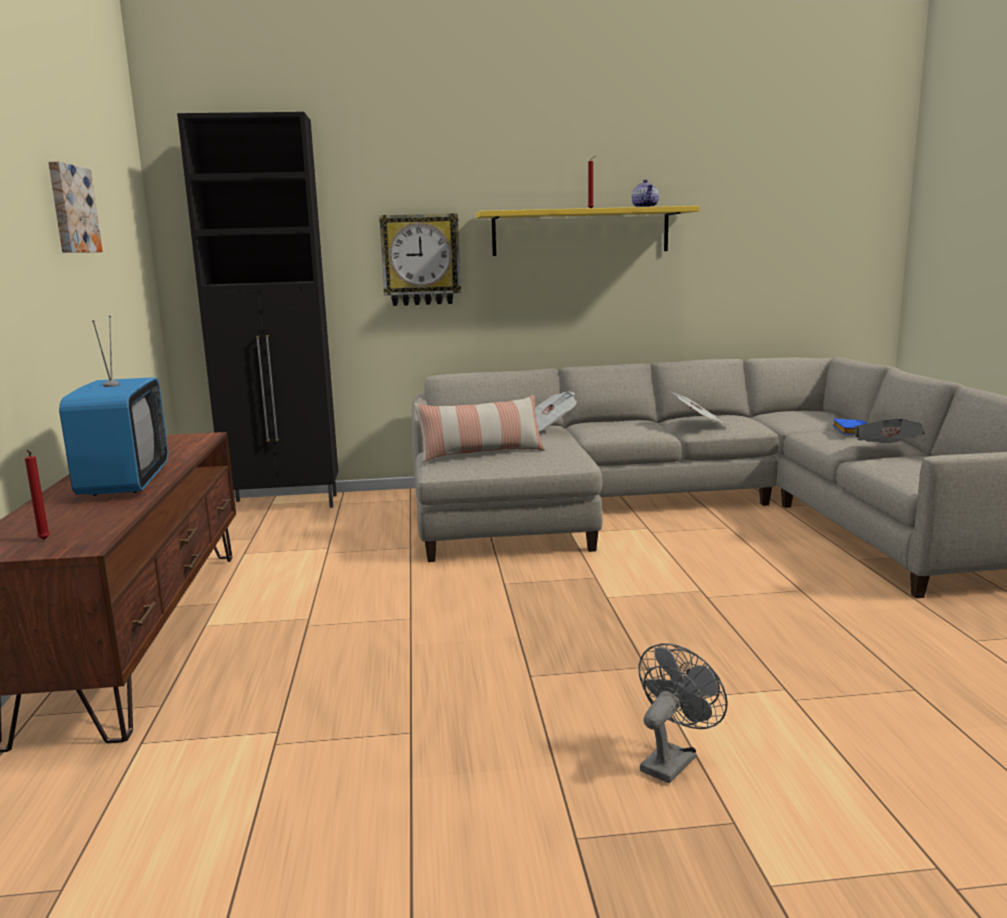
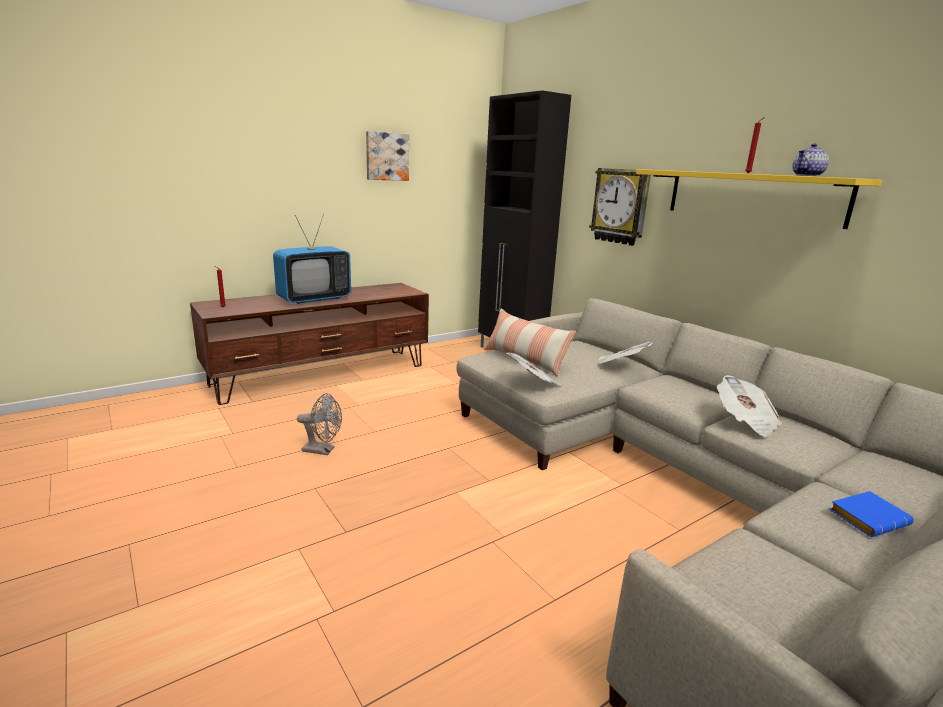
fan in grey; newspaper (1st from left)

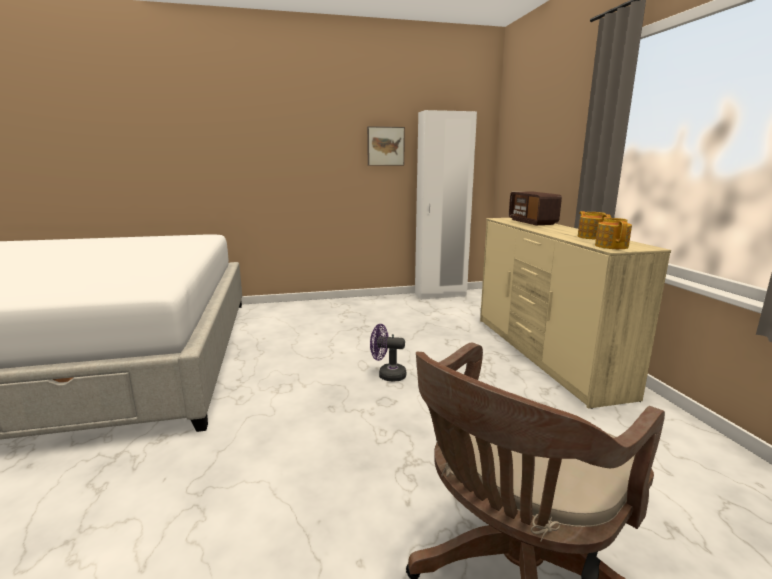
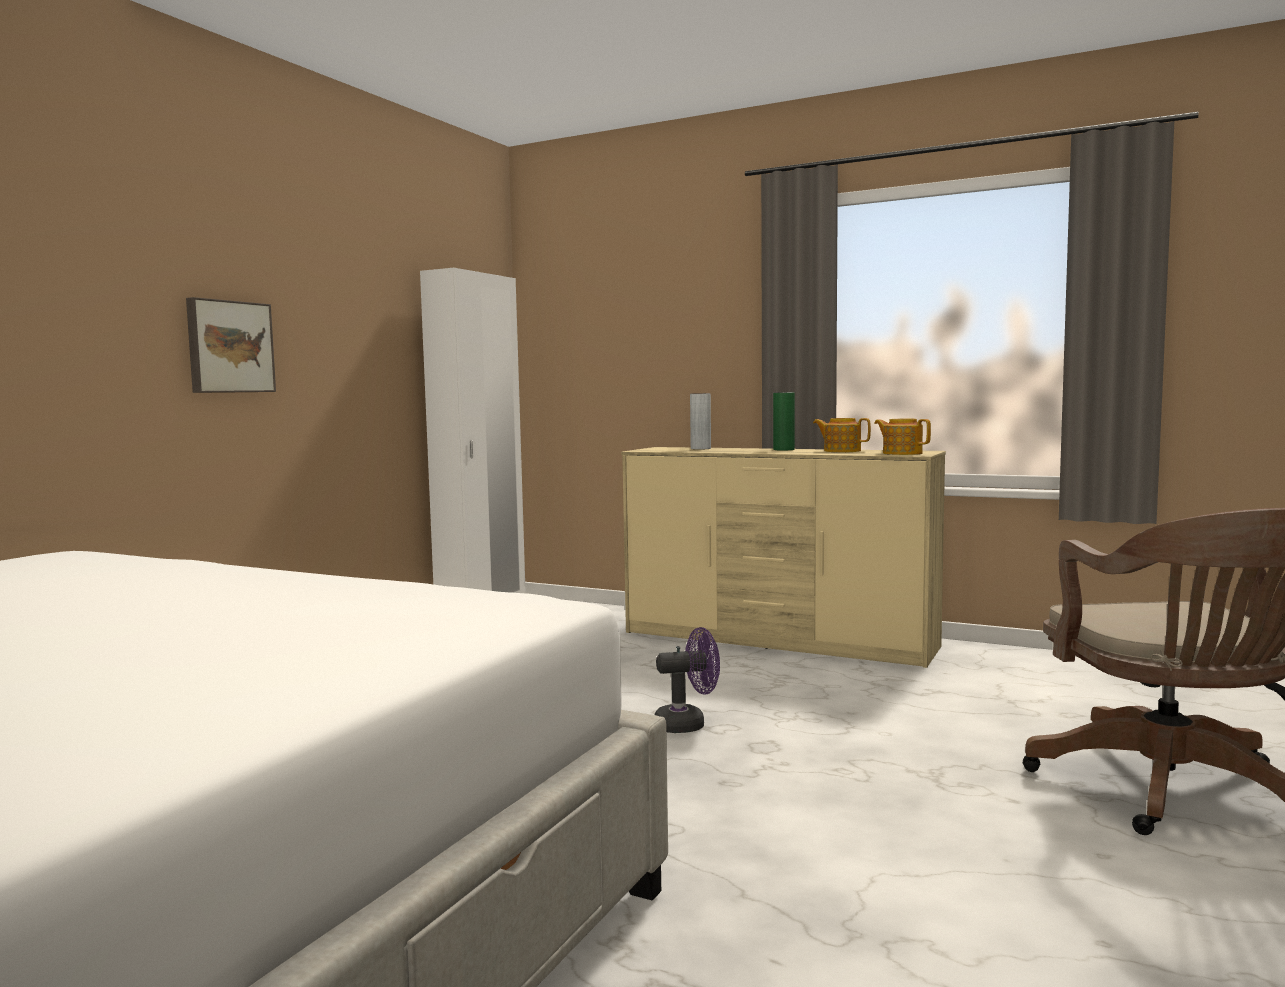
picture; fan in purple; vase in grey; vase in green

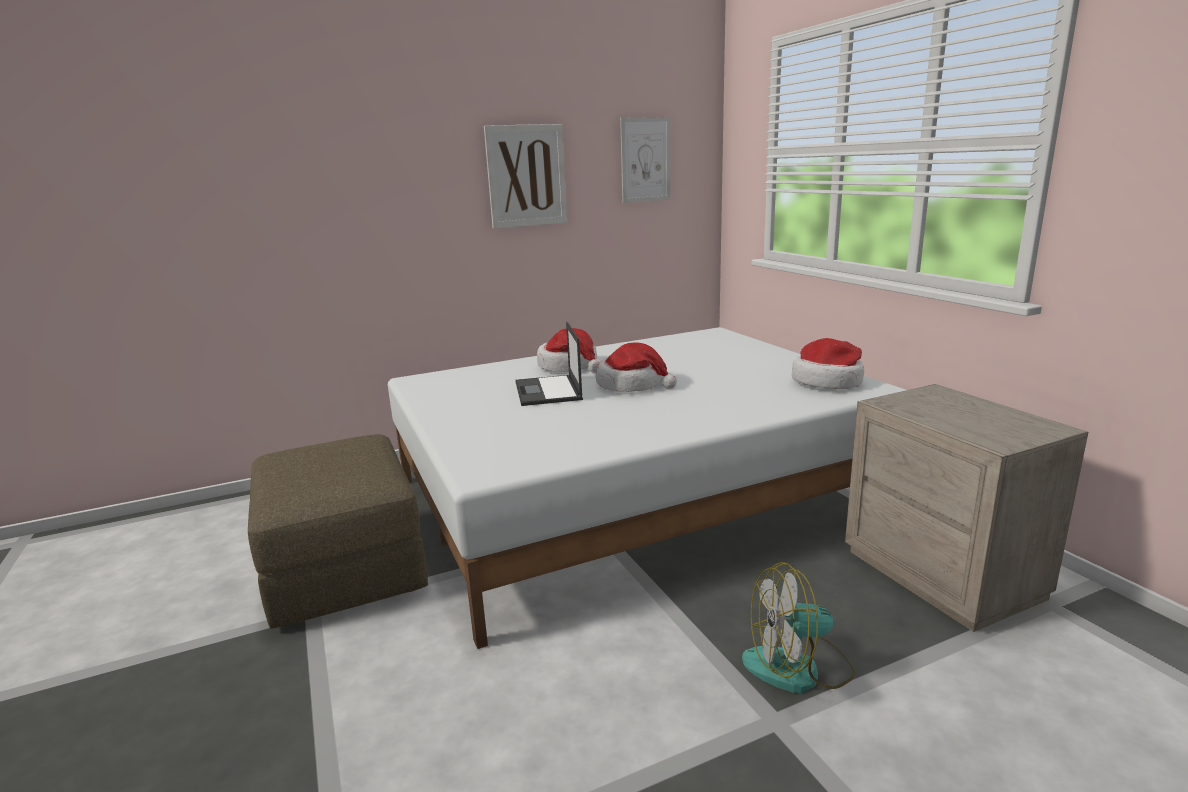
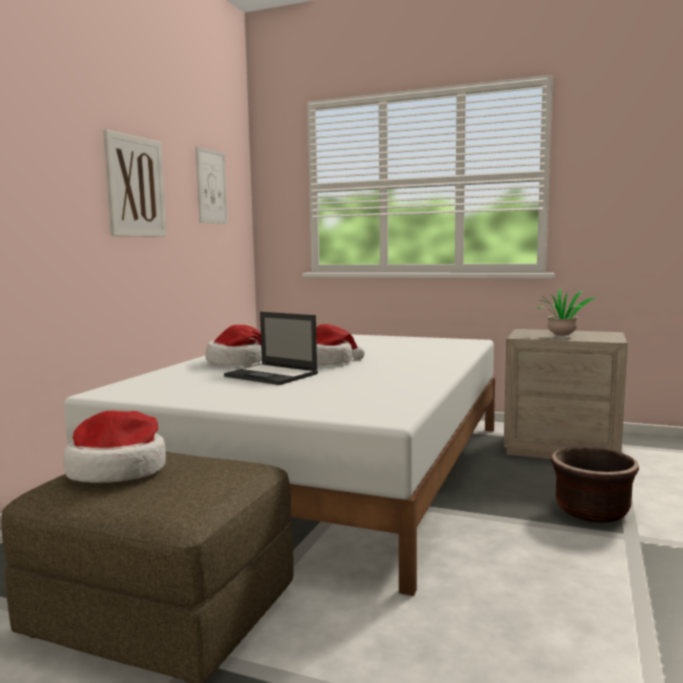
planter in brown; hat (1st from left); potted plant

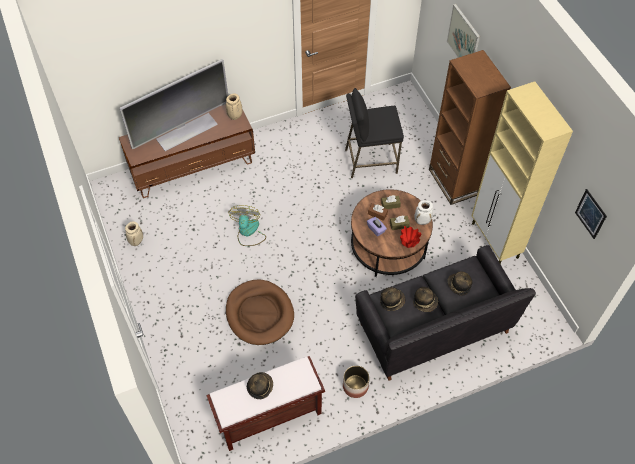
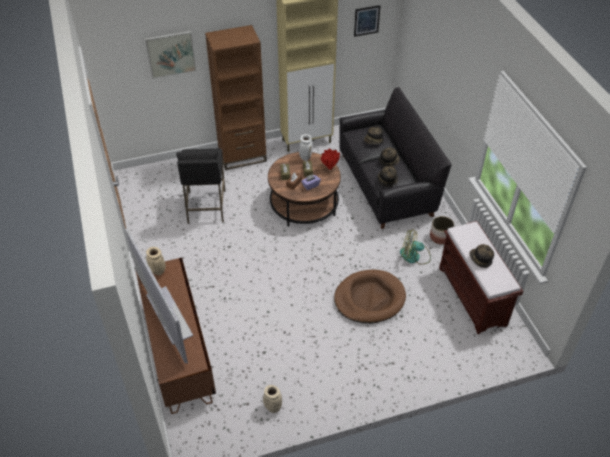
fan

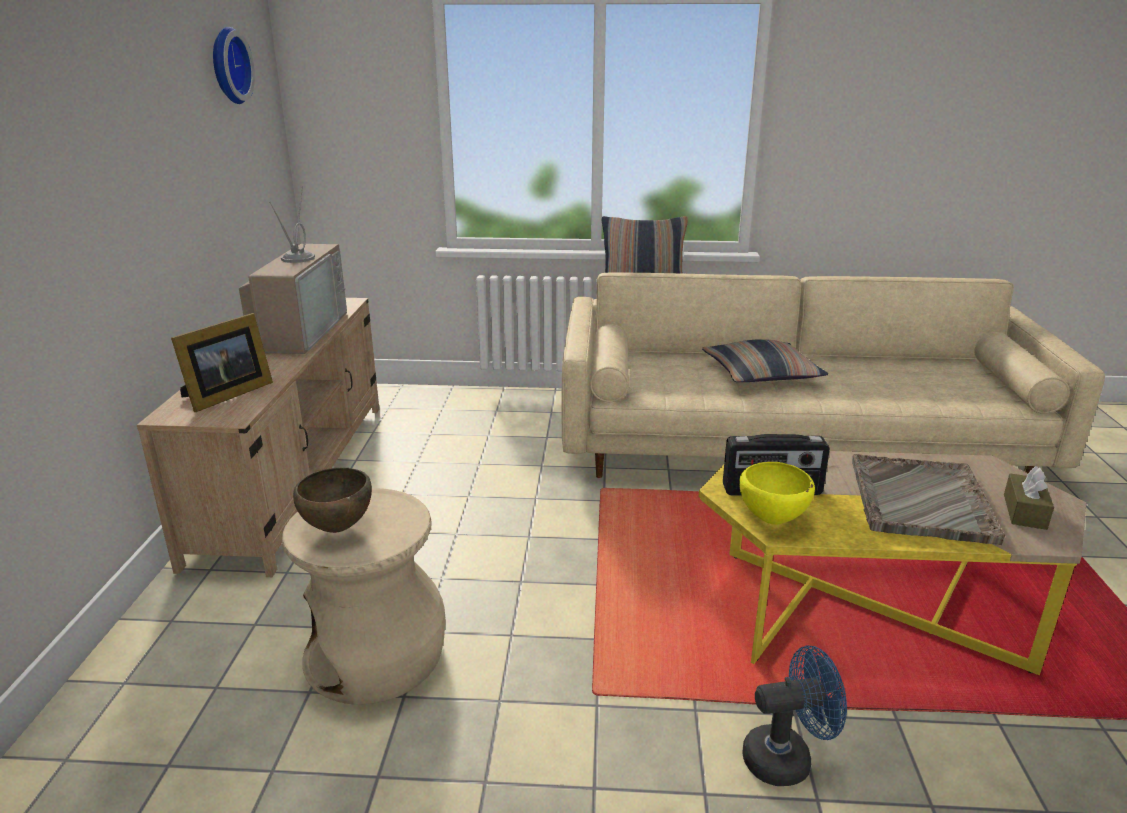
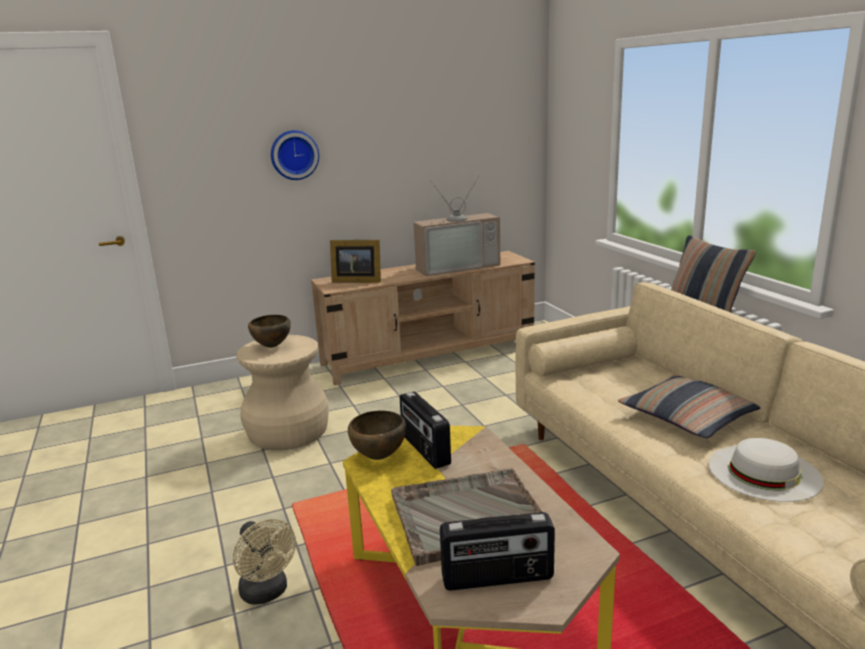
wall clock; bowl in brown (2nd from left); fan in beige; radio (2nd from left); hat in white

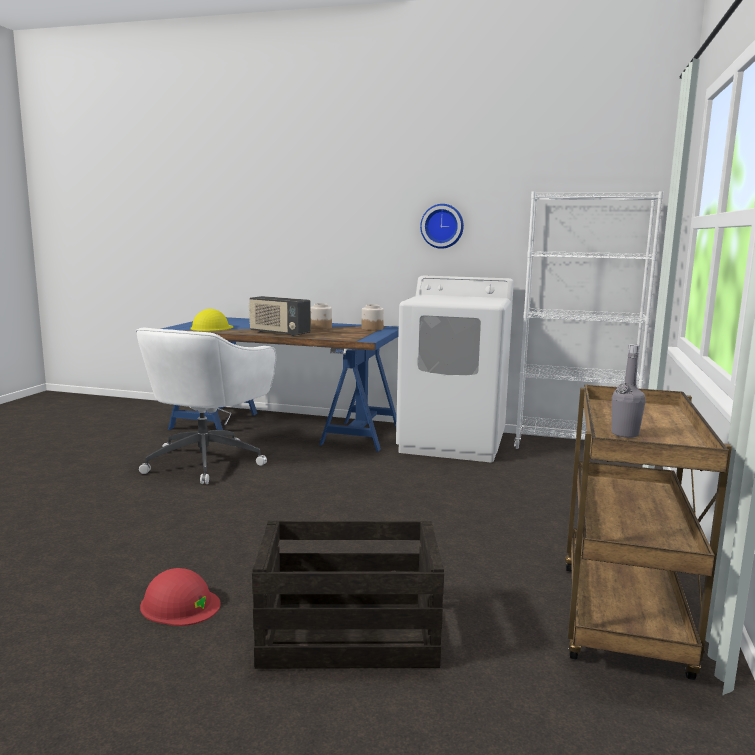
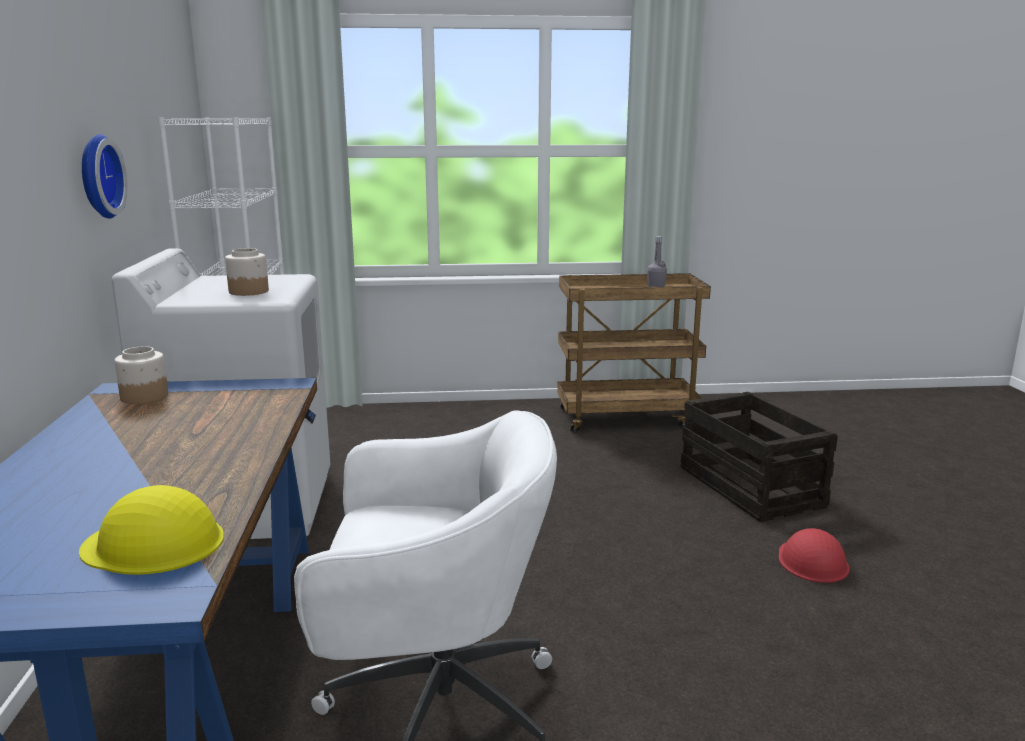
radio; jar (2nd from left)

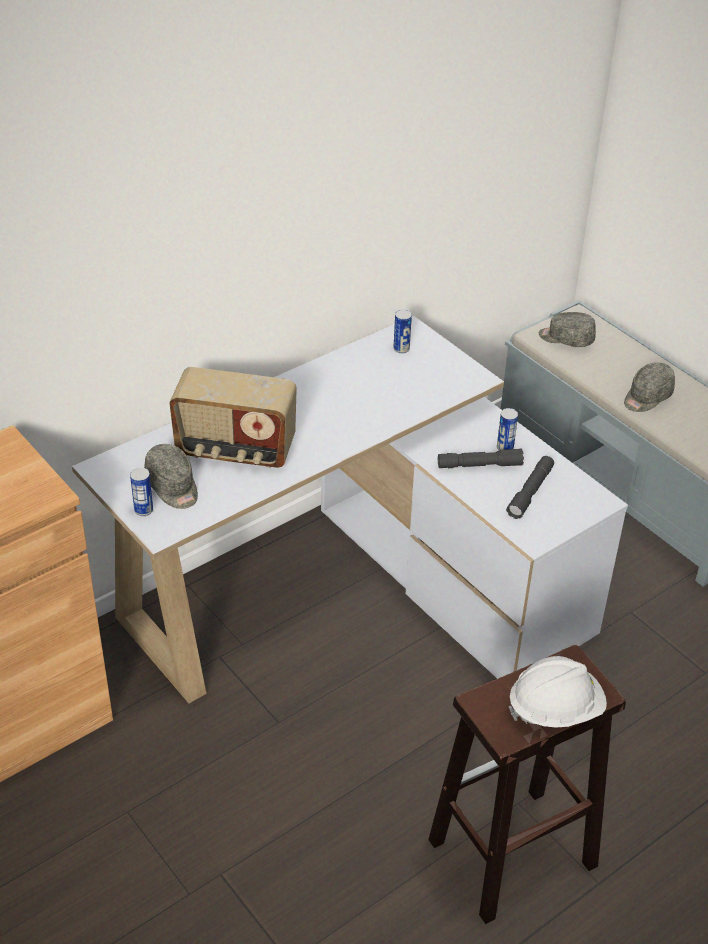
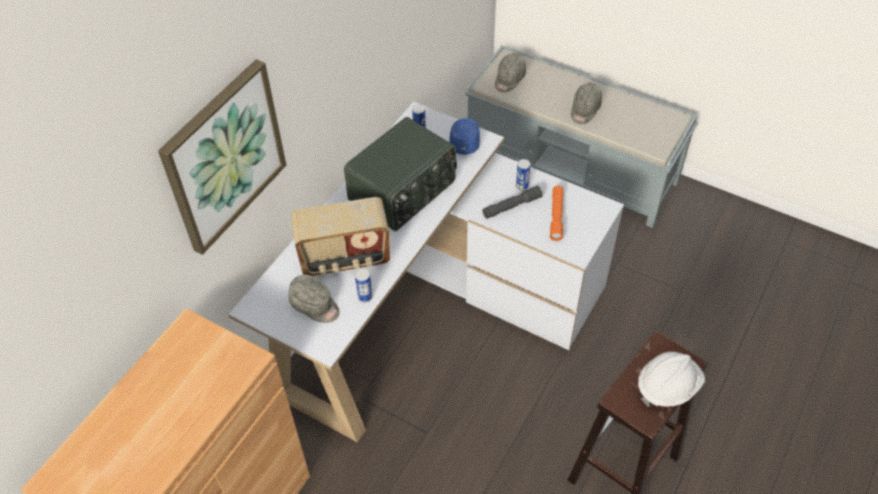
can (1st from left); flashlight in orange; cap in grey (2nd from left); picture; radio (2nd from left); cap in blue

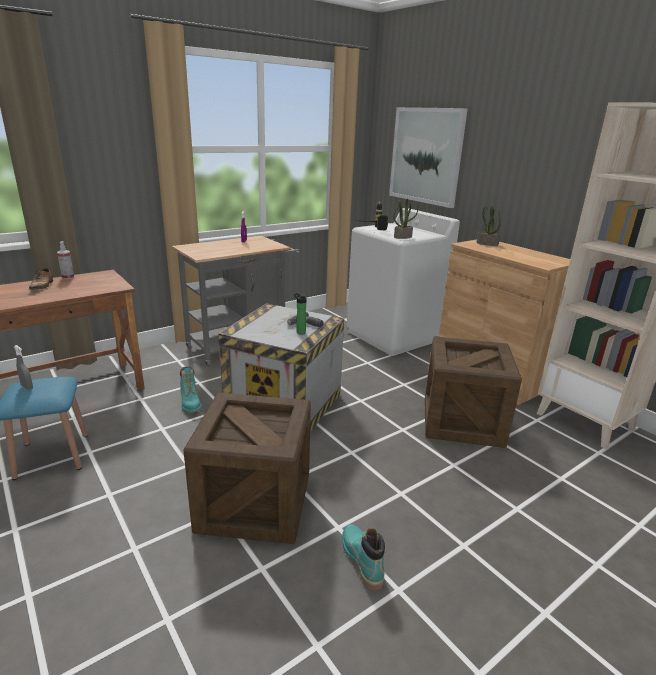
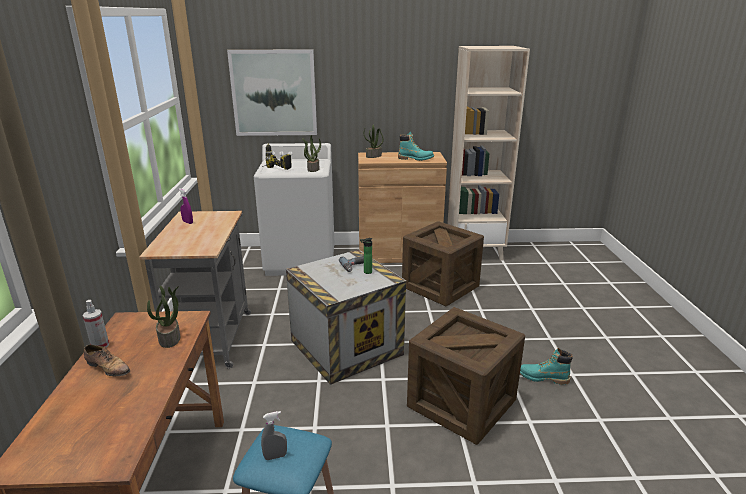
boot in turquoise (1st from left); potted plant (1st from left)

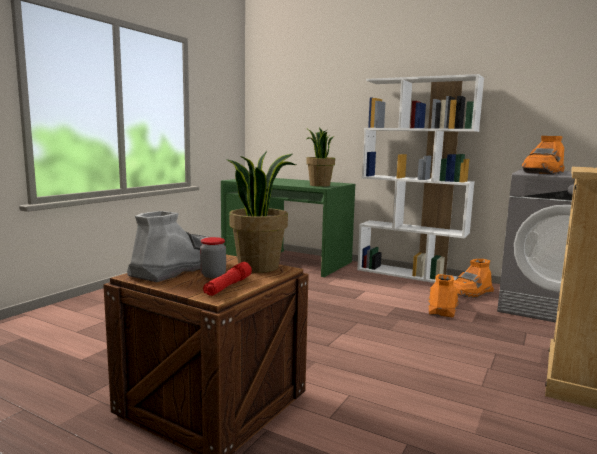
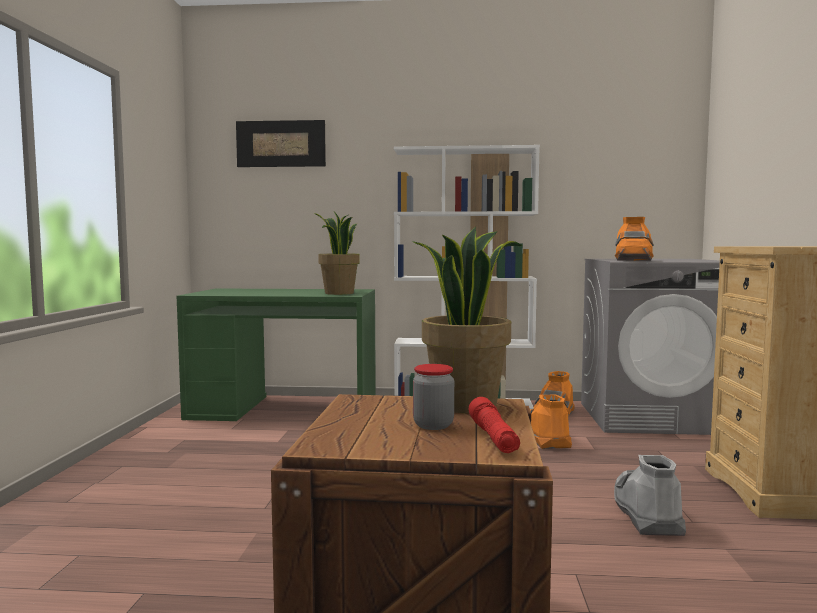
boot in grey; picture

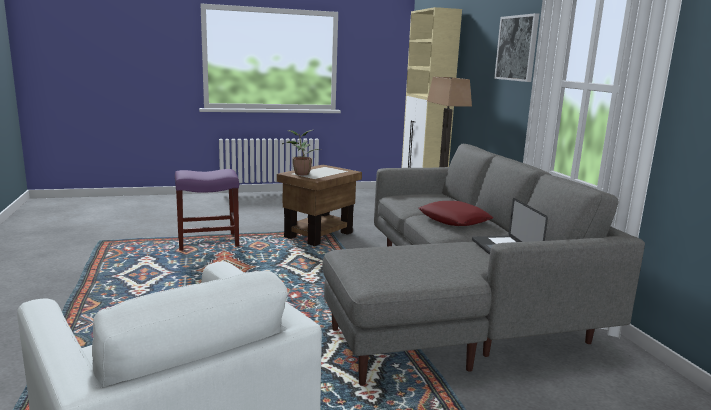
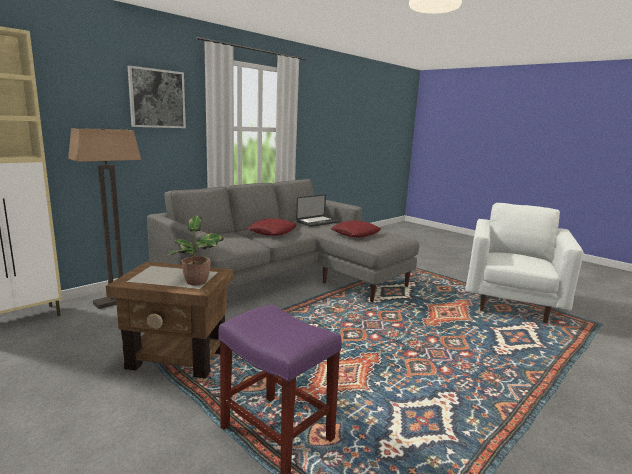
pillow in red (2nd from left)

